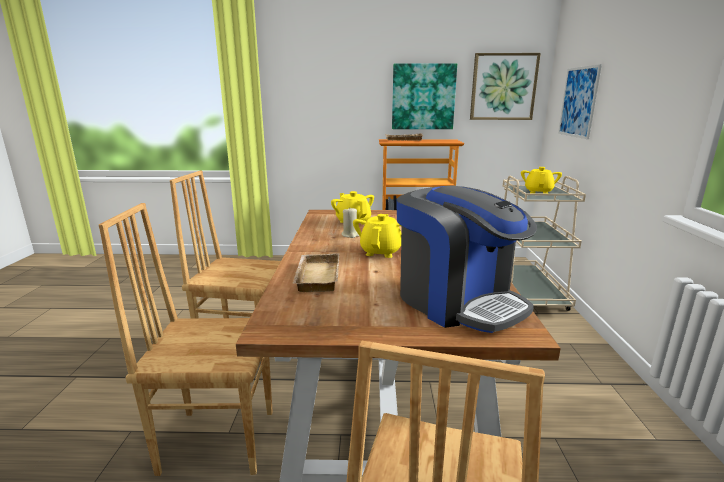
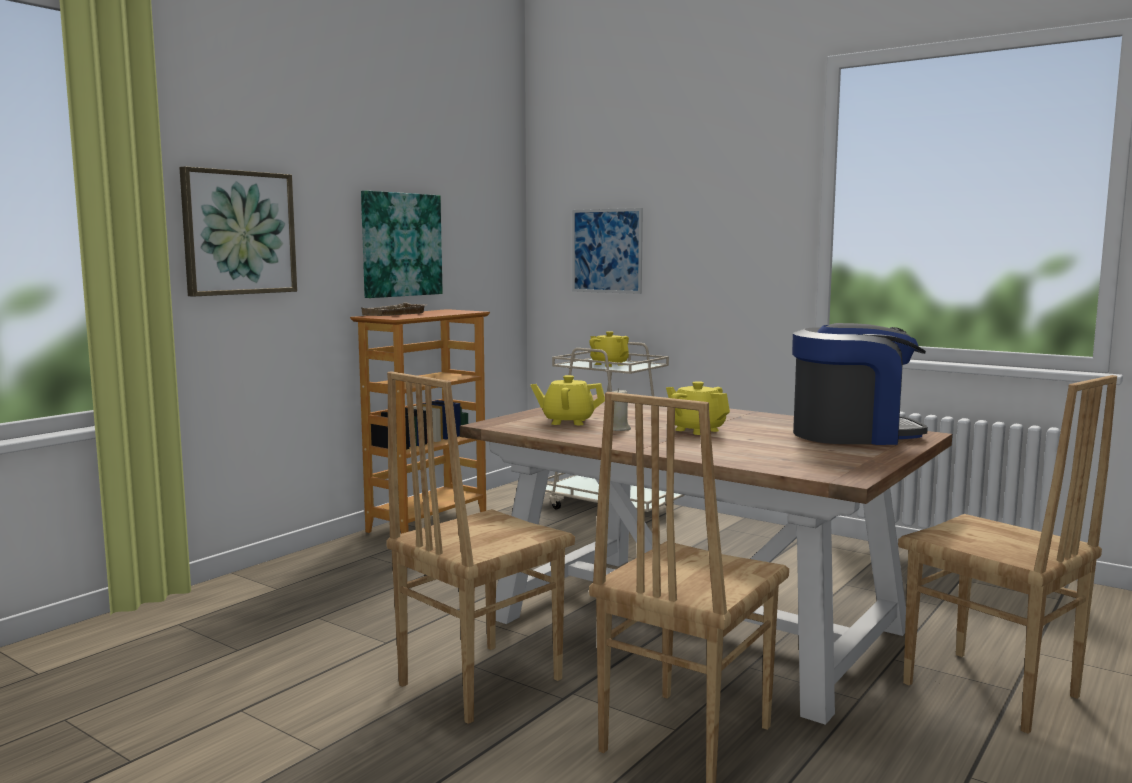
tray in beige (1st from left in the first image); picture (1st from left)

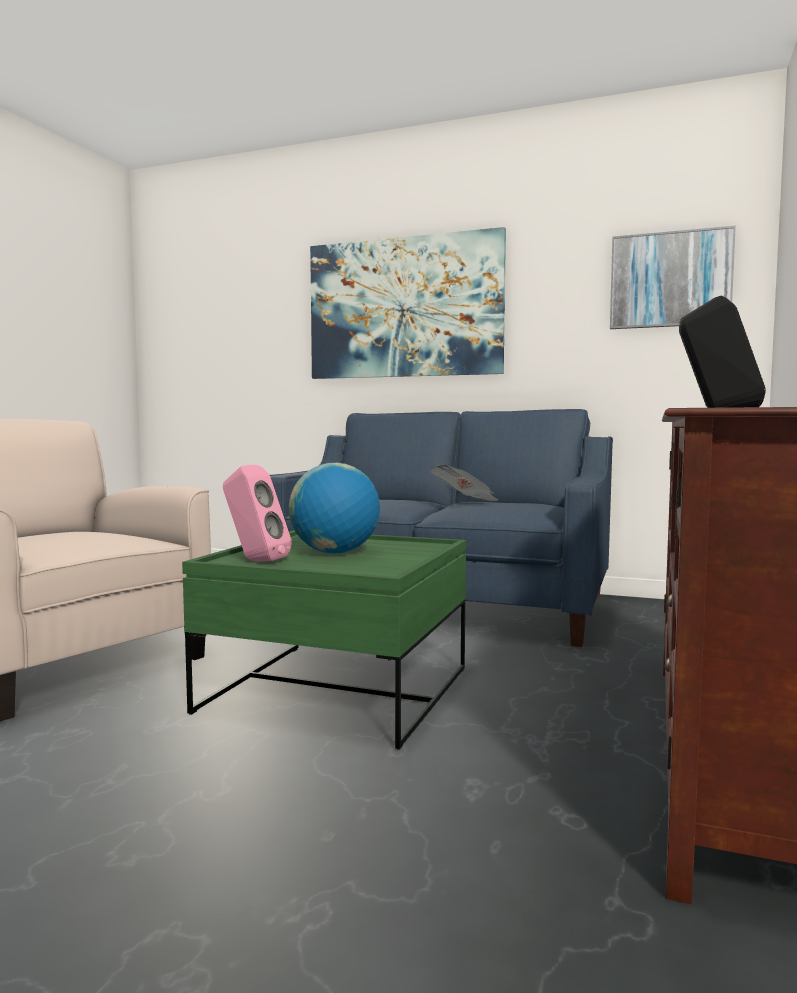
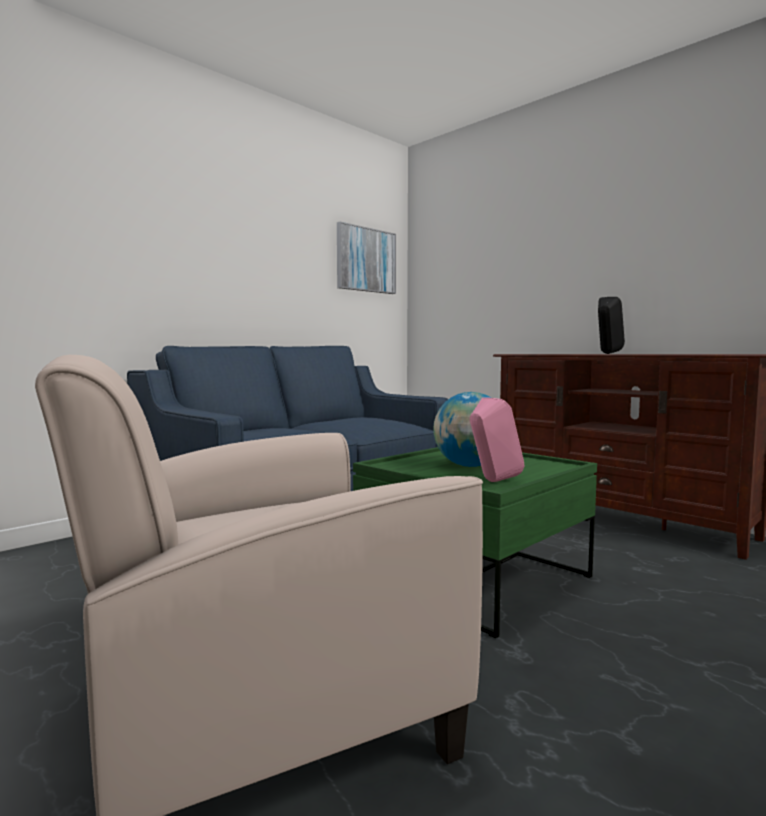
picture (1st from left in the first image); newspaper

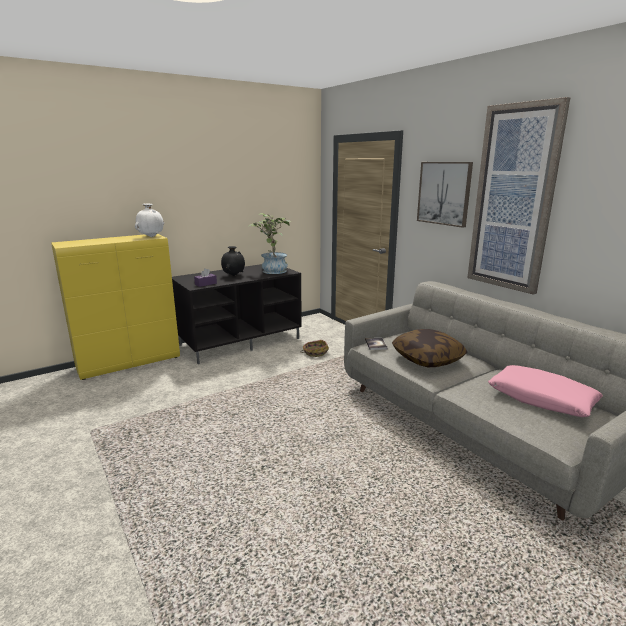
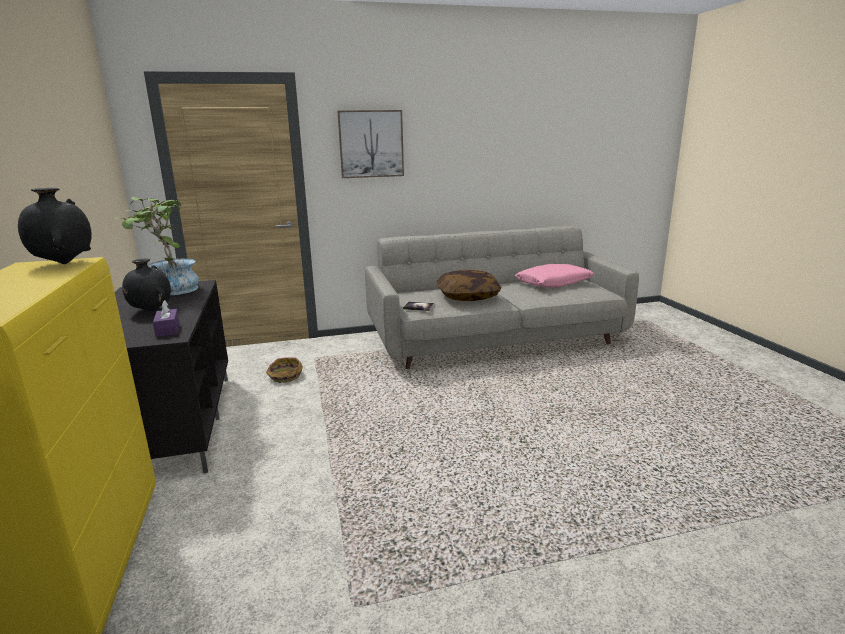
vase in black (1st from left); picture (2nd from left in the first image)

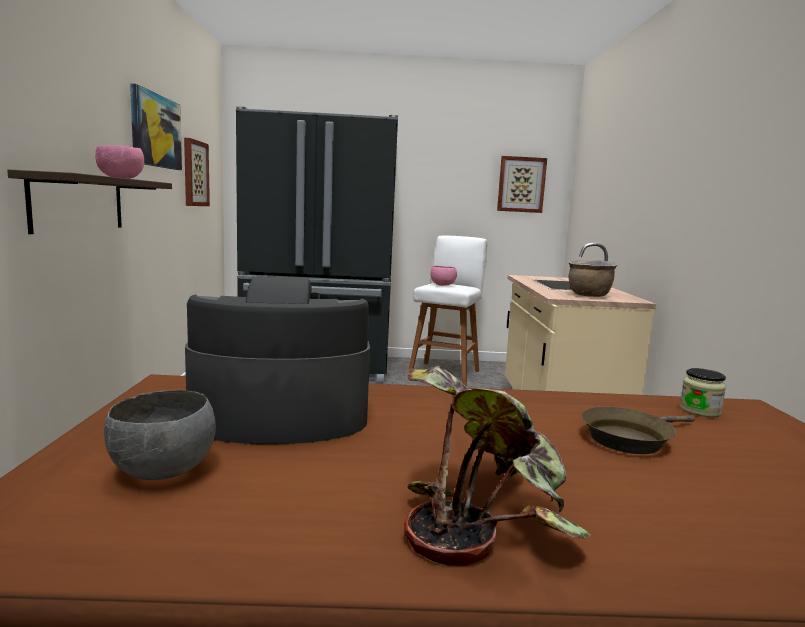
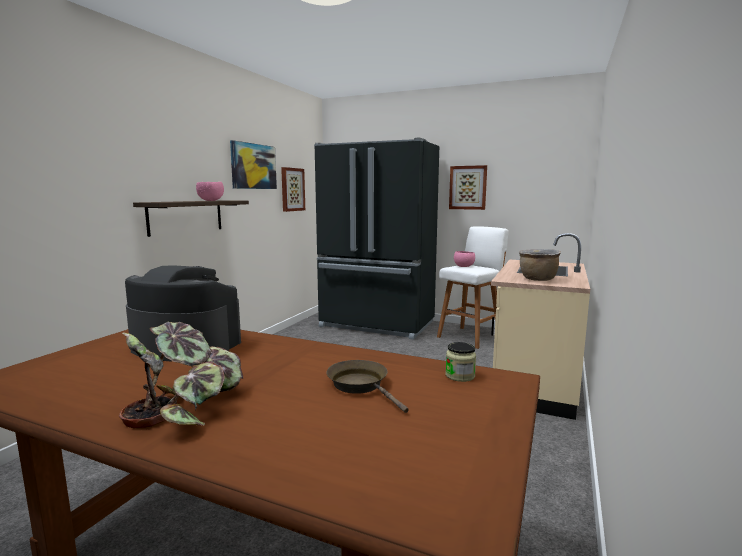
bowl in grey; picture (3rd from left); frying pan in brown

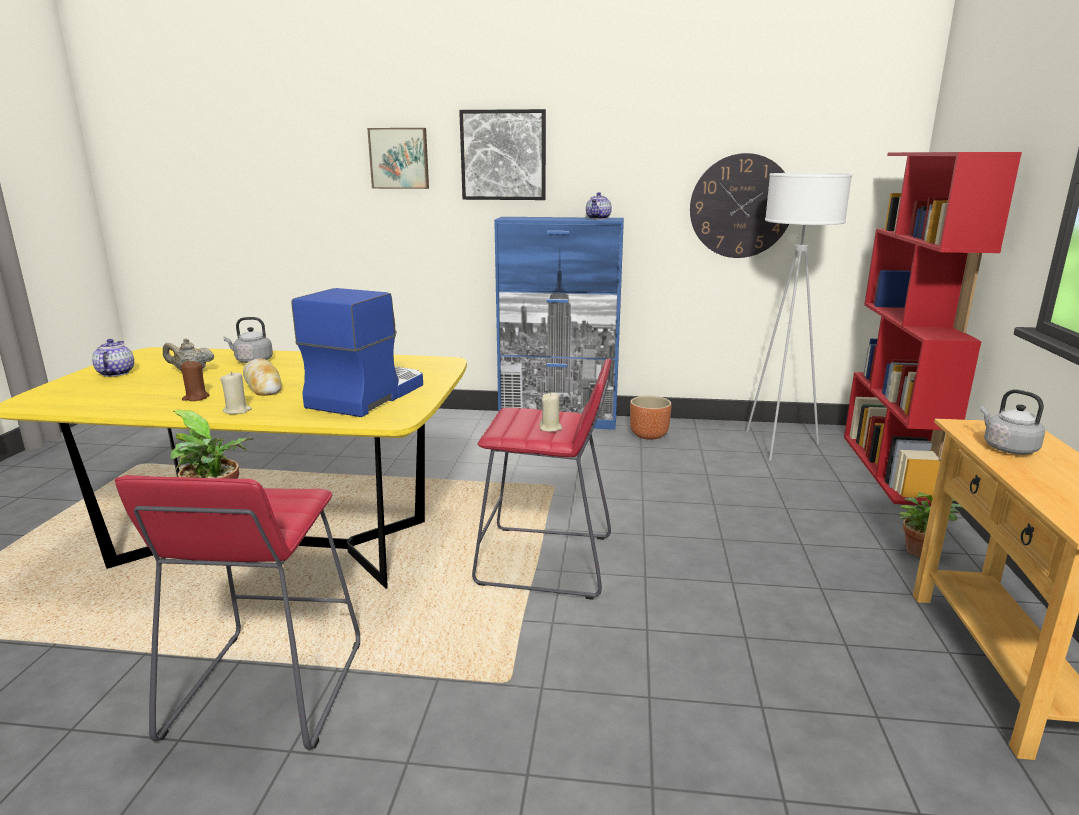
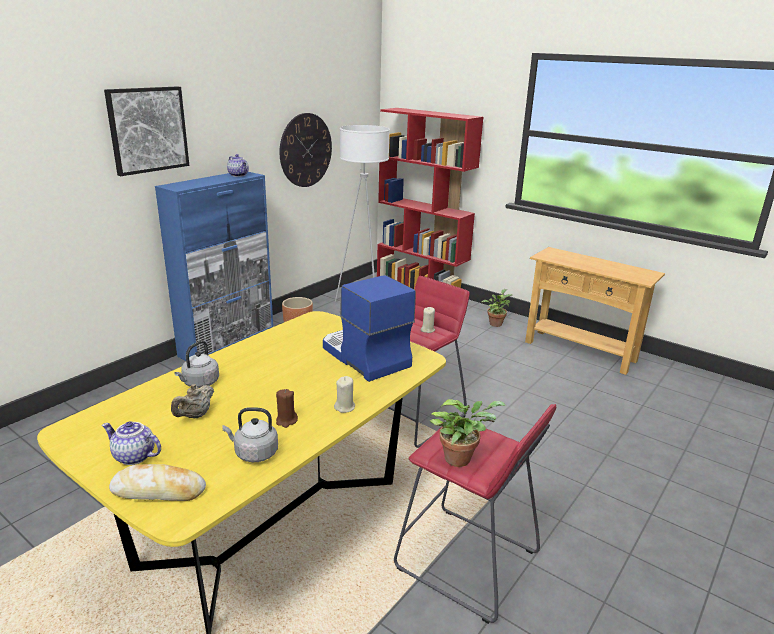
bread; picture (1st from left in the first image); kettle in grey (2nd from left)

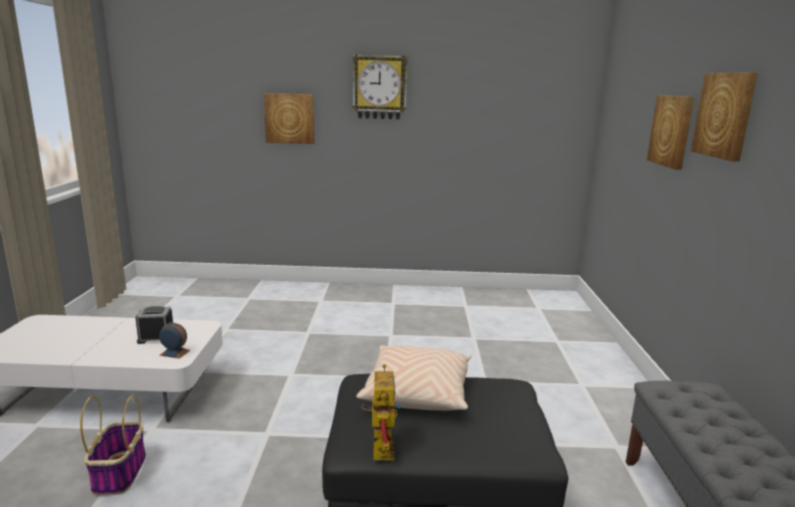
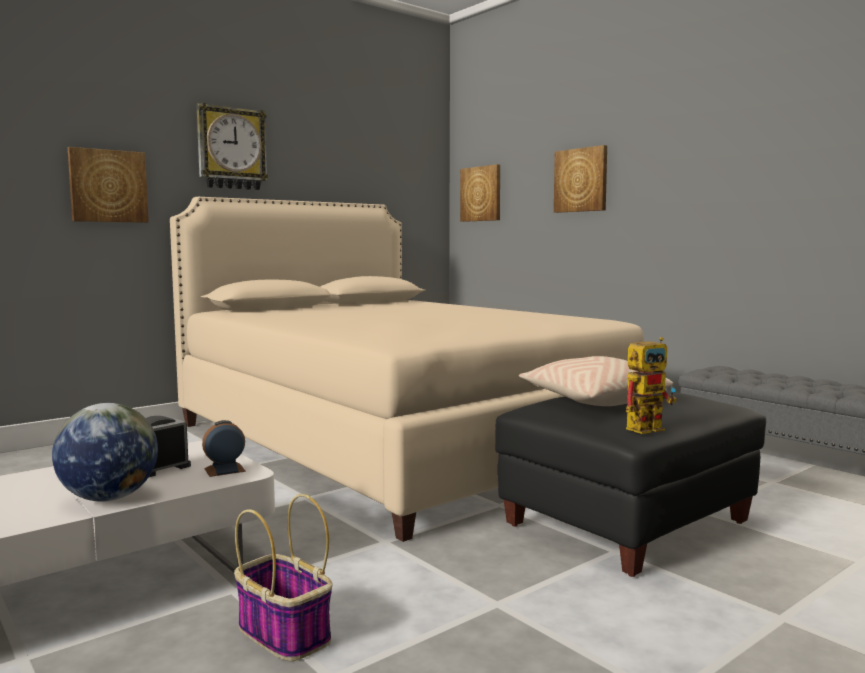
toy robot; picture (2nd from left); globe; bed in beige

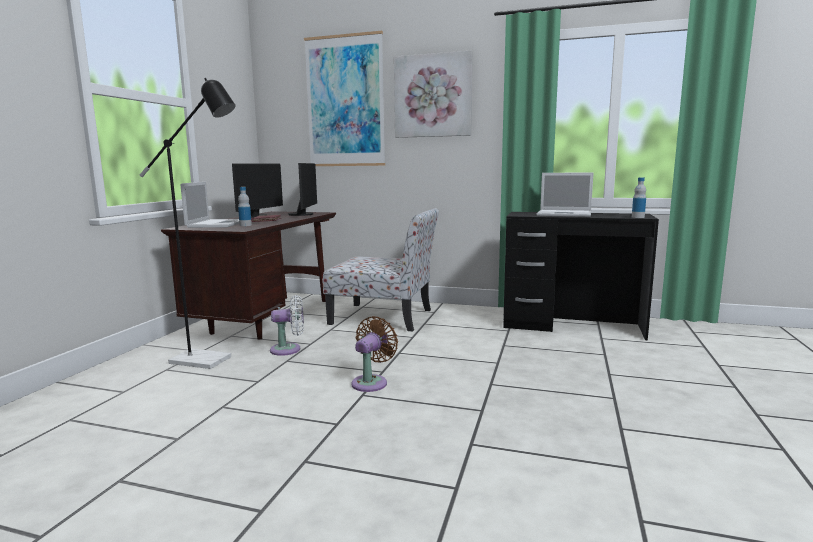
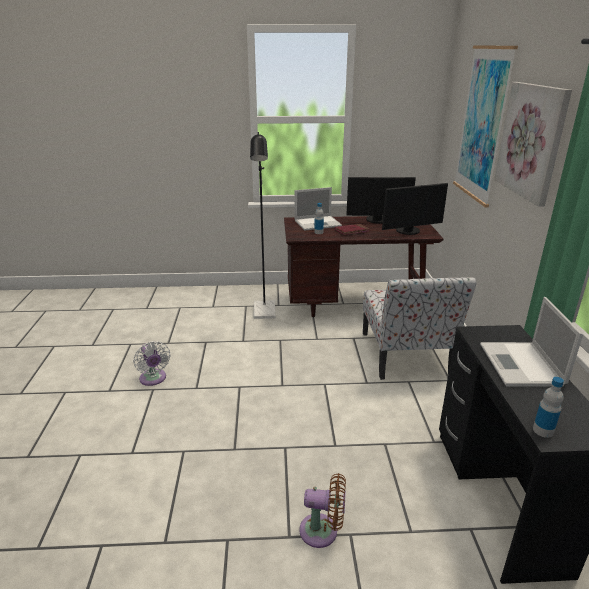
fan in white; fan in brown

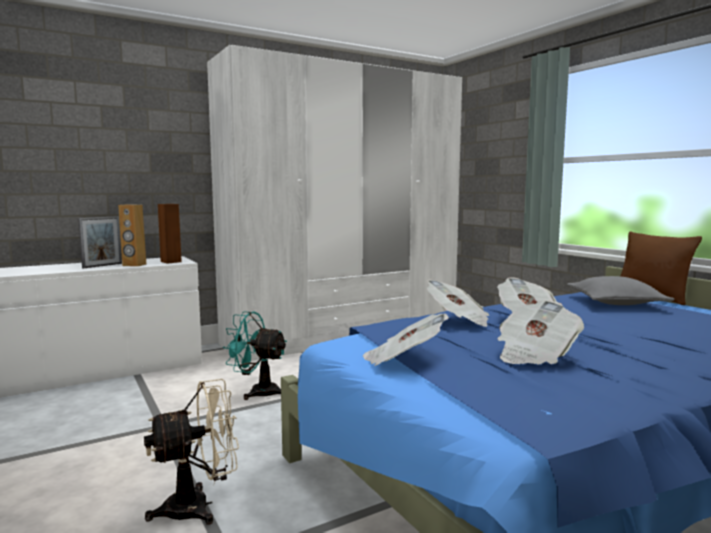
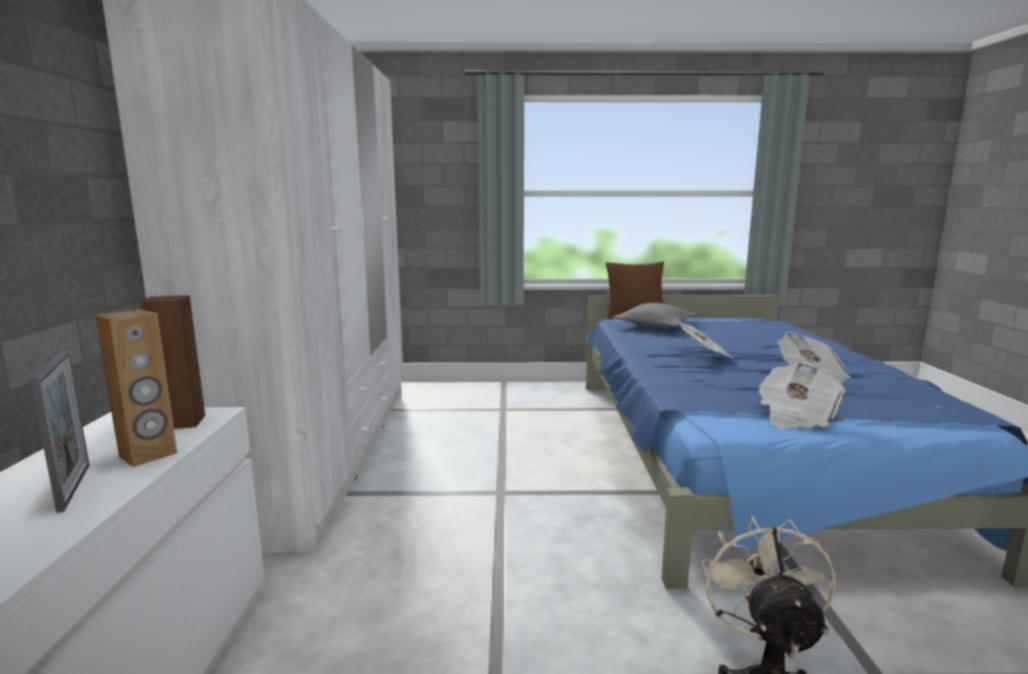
fan in turquoise; newspaper (2nd from left in the first image)

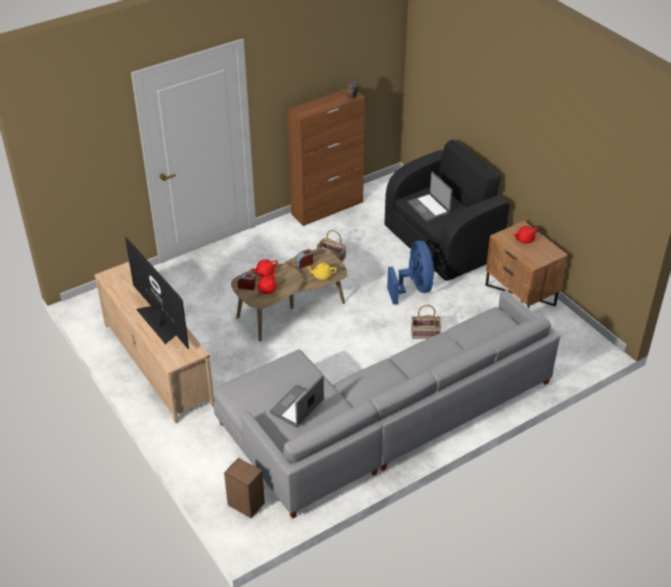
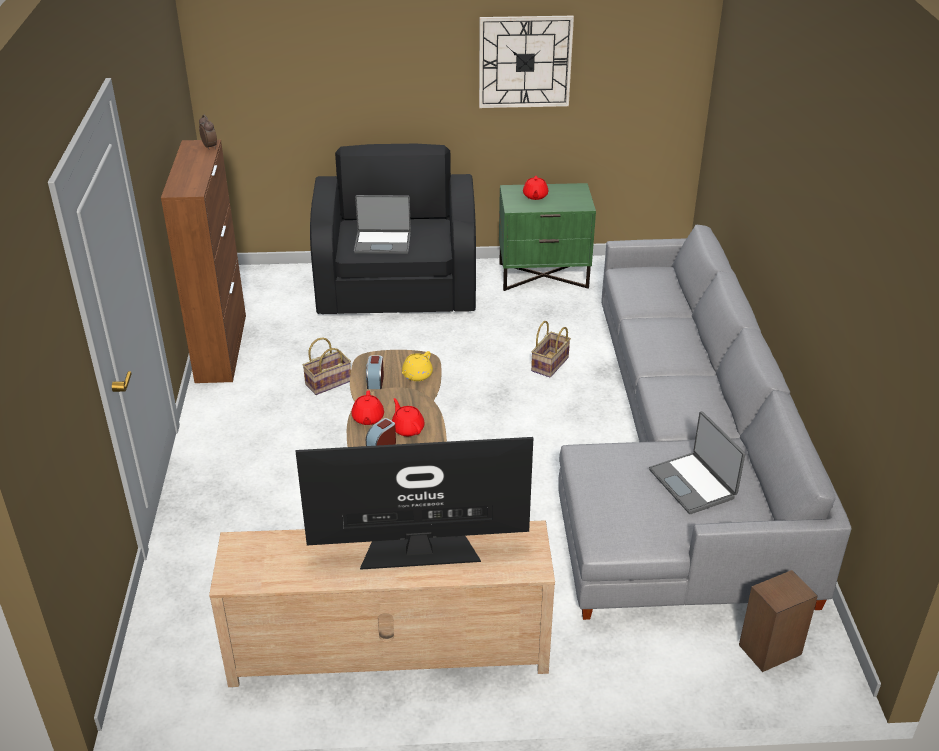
fan in blue; nightstand in green; wall clock

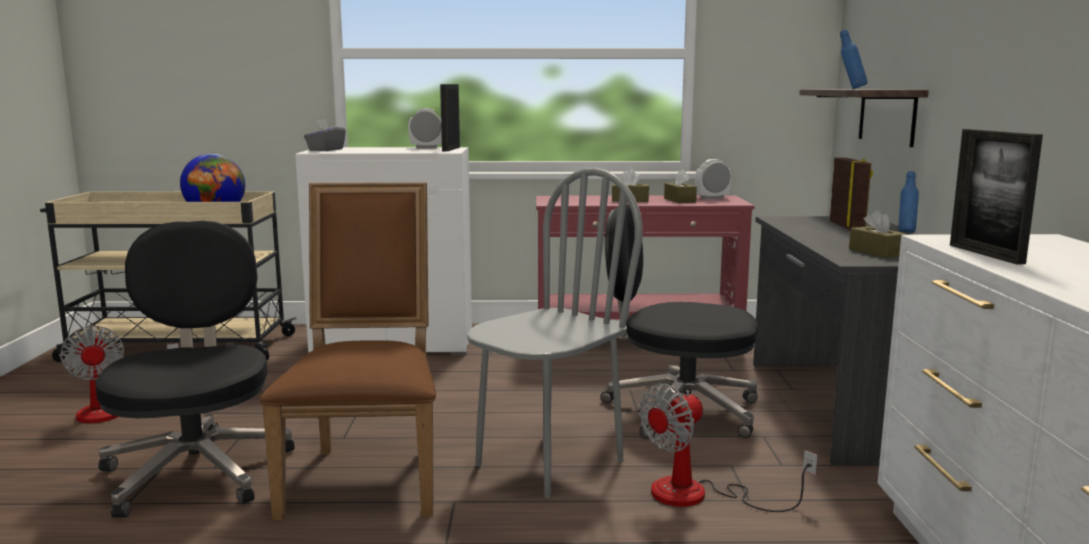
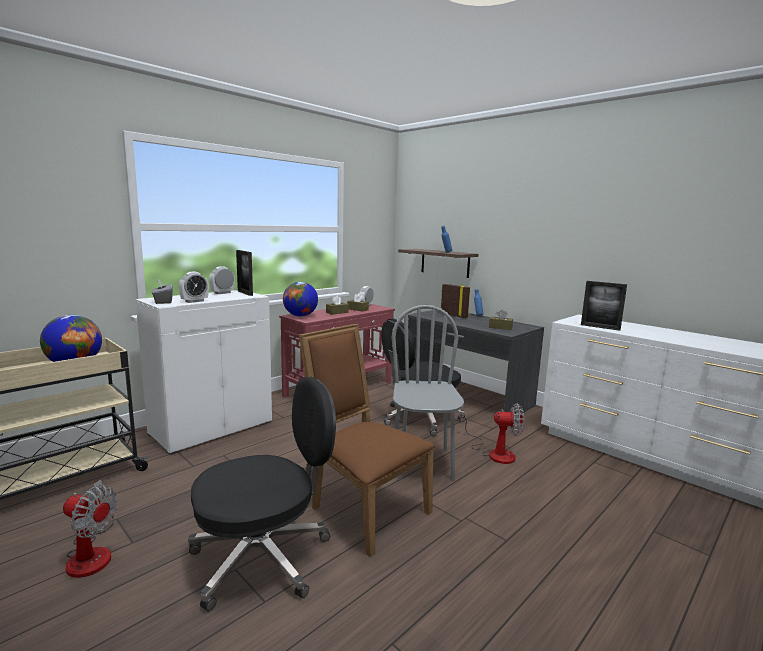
office chair in black (1st from left); fan (2nd from left); alarm clock (1st from left); globe (2nd from left)

